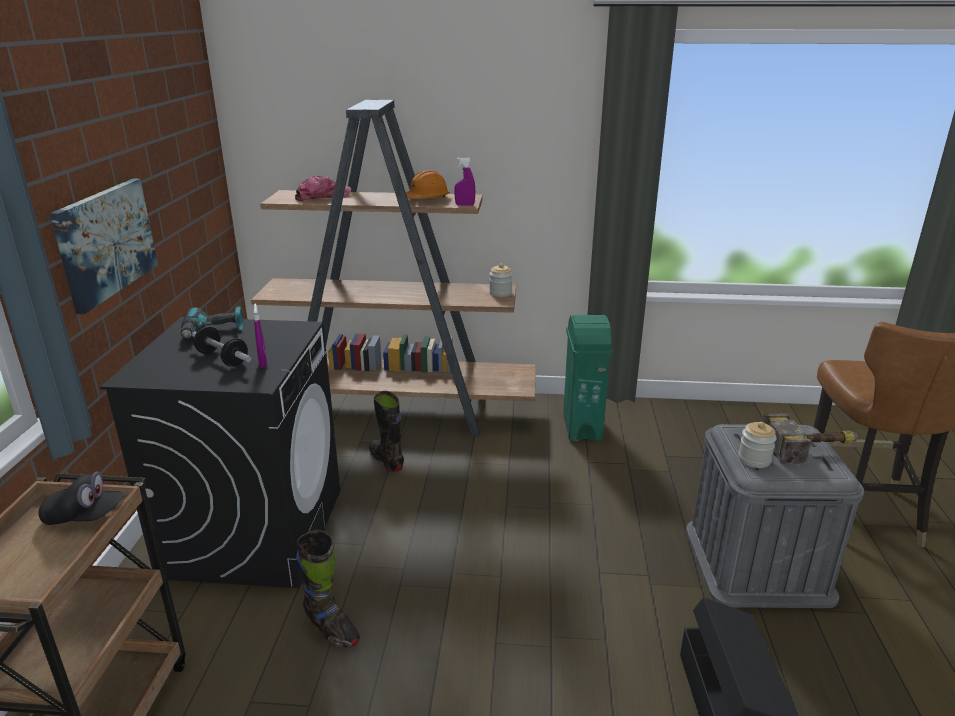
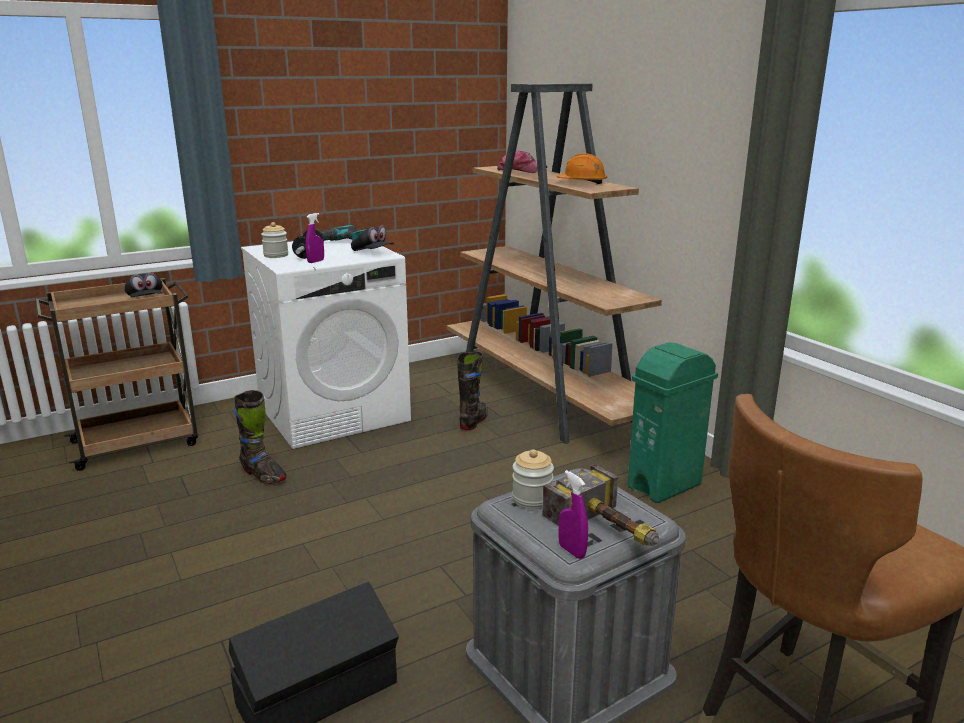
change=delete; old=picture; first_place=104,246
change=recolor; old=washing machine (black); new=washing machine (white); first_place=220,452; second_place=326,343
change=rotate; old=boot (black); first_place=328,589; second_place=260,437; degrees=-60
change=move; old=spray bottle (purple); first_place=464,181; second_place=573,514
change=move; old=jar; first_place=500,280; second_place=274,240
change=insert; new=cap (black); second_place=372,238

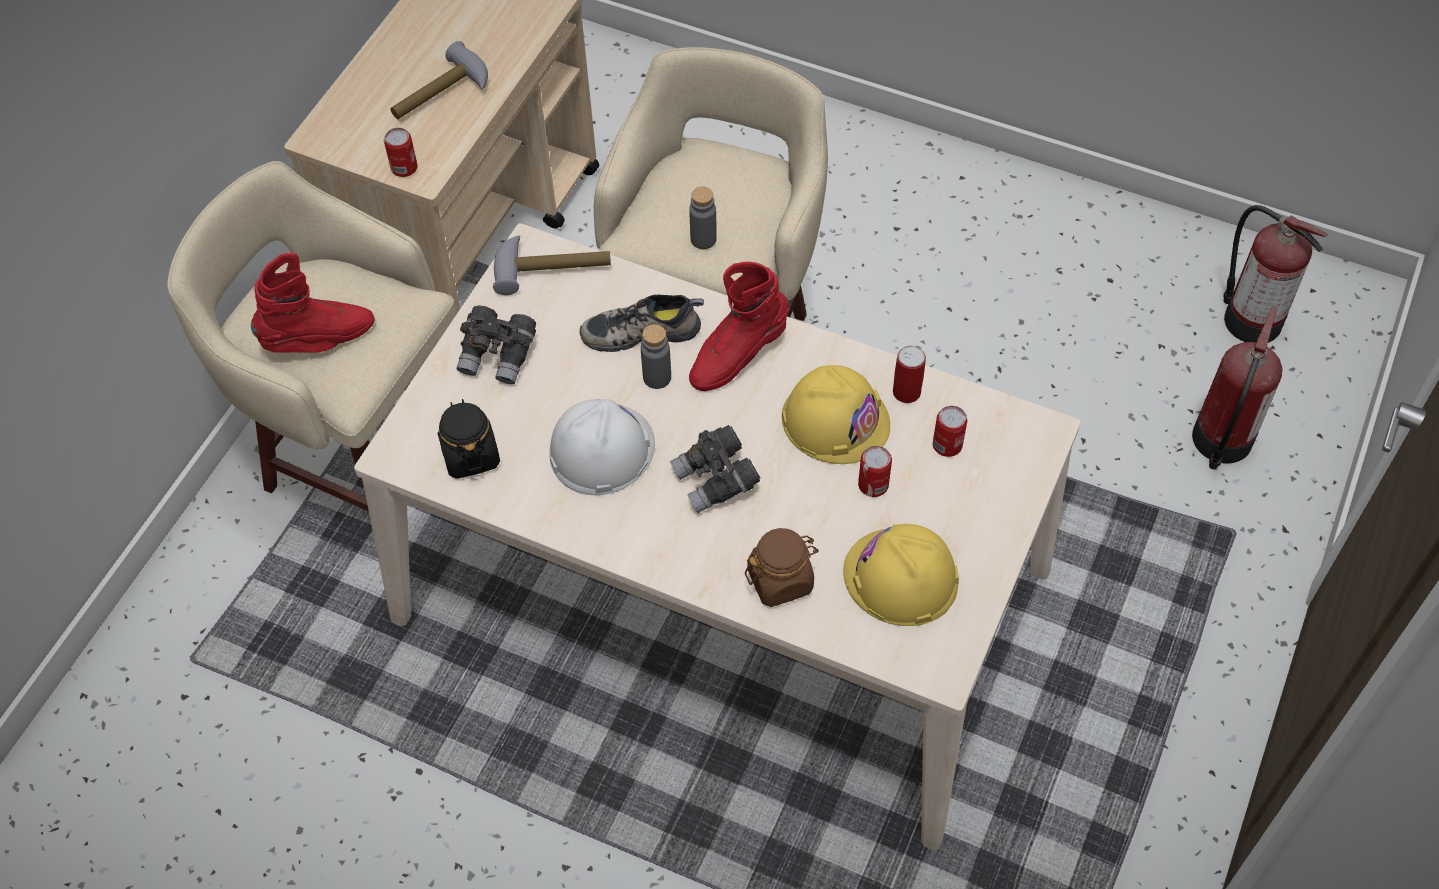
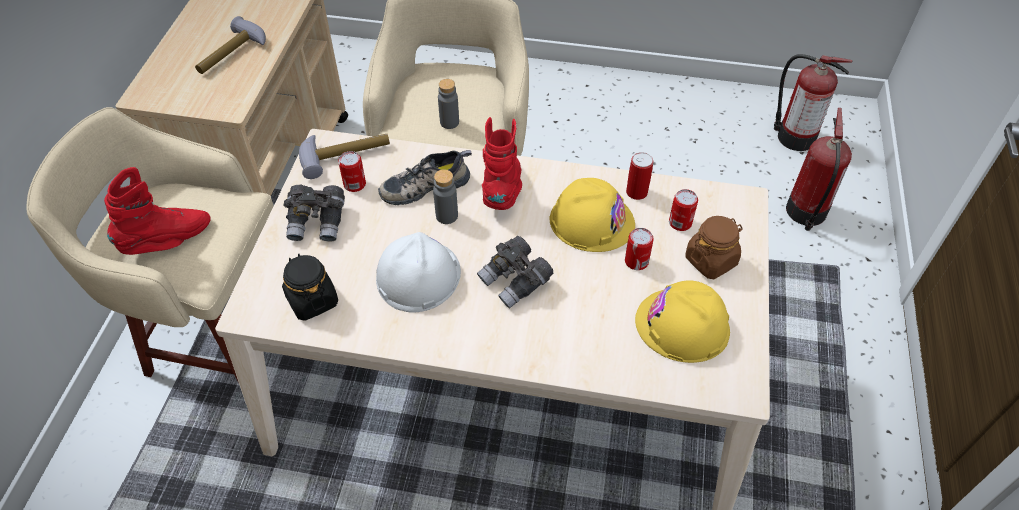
change=move; old=can; first_place=401,152; second_place=352,171
change=rotate; old=boot (red); first_place=739,326; second_place=502,163; degrees=150
change=move; old=jar (brown); first_place=782,567; second_place=714,247

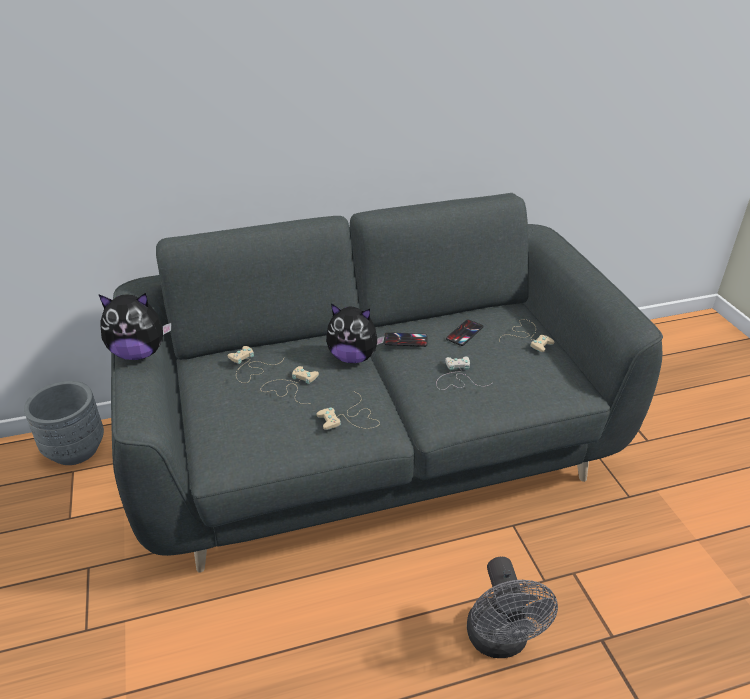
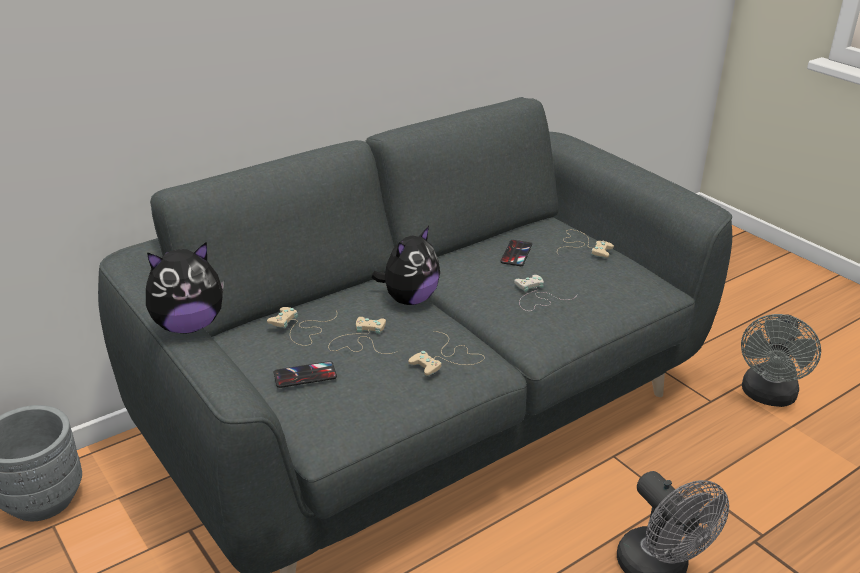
change=rotate; old=plush toy; first_place=355,333; second_place=405,265; degrees=-45
change=move; old=phone; first_place=405,339; second_place=305,374
change=insert; new=fan (grey); second_place=781,360

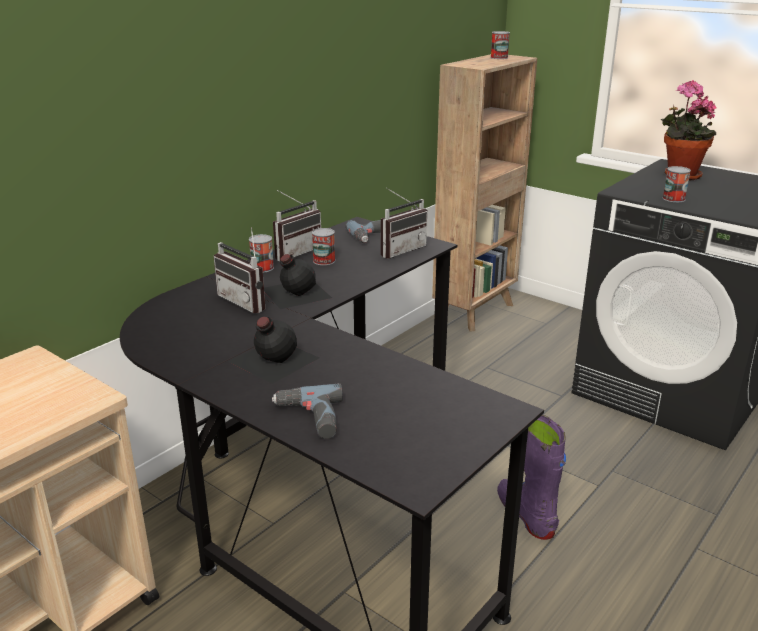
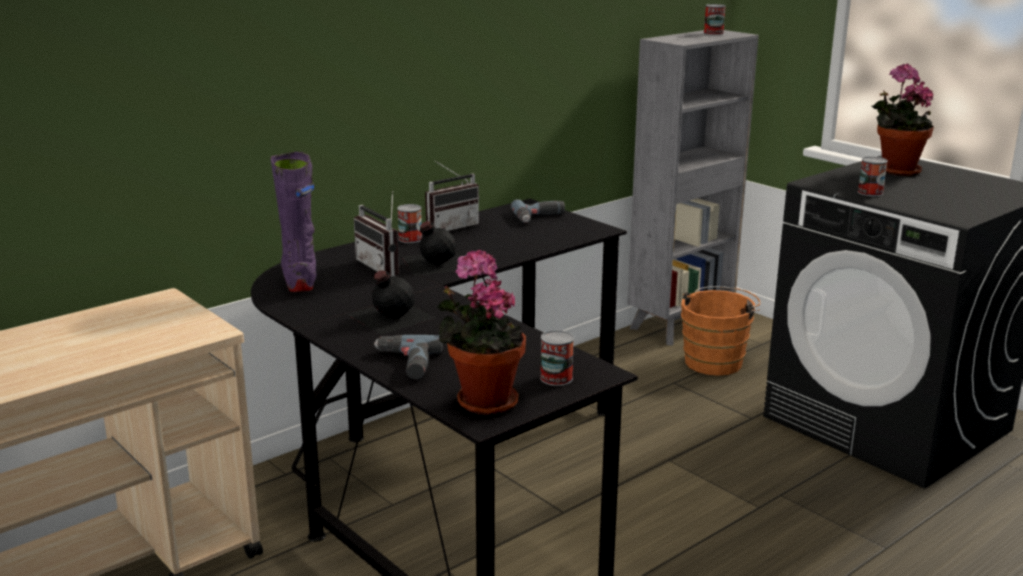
change=move; old=can; first_place=323,246; second_place=557,358
change=delete; old=radio; first_place=404,223
change=recolor; old=bookcase (brown); new=bookcase (grey); first_place=484,192; second_place=693,187
change=move; old=boot (purple); first_place=531,477; second_place=293,222
change=insert; new=potted plant; second_place=481,332
change=insert; new=bucket (orange); second_place=720,331

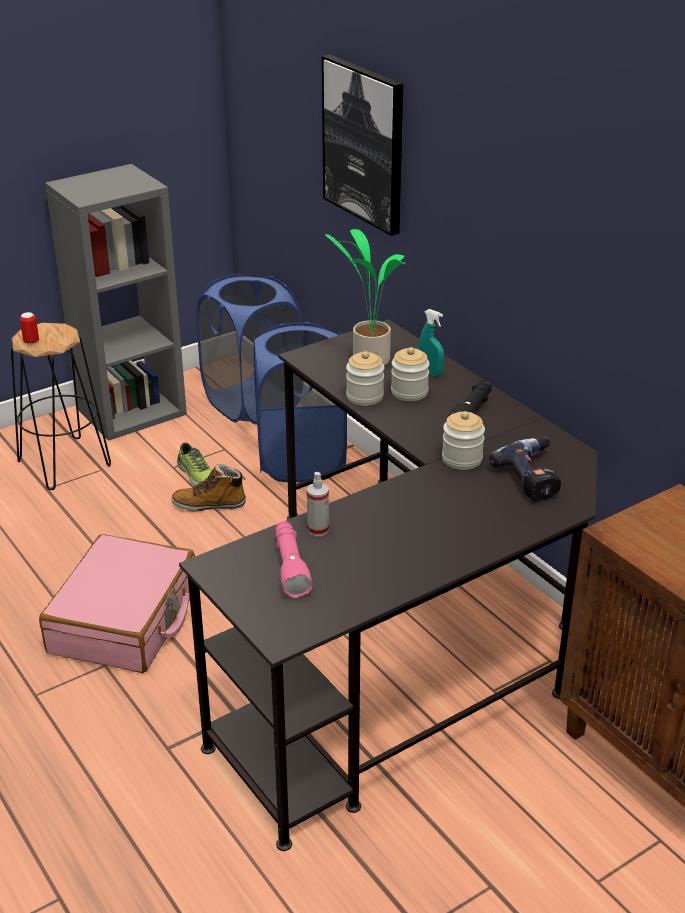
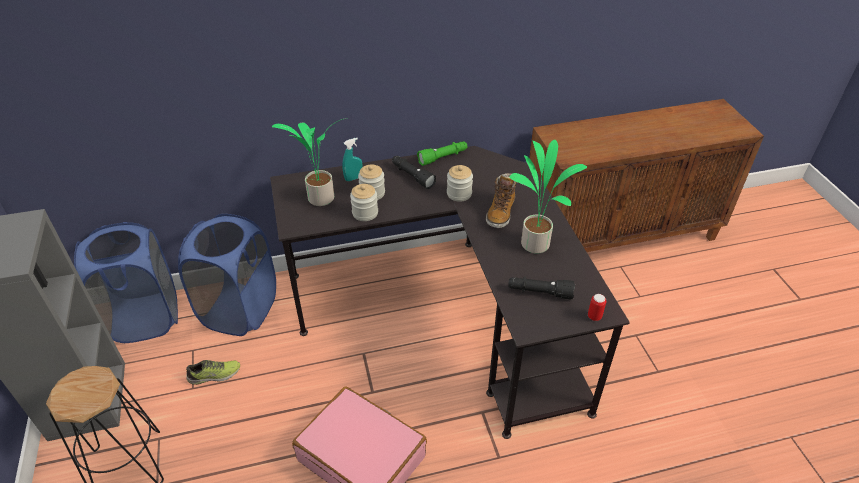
change=move; old=can; first_place=29,328; second_place=597,307
change=move; old=boot; first_place=208,488; second_place=501,200
change=recolor; old=flashlight (pink); new=flashlight (black); first_place=294,559; second_place=541,288
change=delete; old=spray bottle; first_place=318,504
change=delete; old=picture; first_place=362,145
change=delete; old=power drill; first_place=525,469
change=insert; new=flashlight (green); second_place=442,153
change=insert; new=potted plant; second_place=548,197

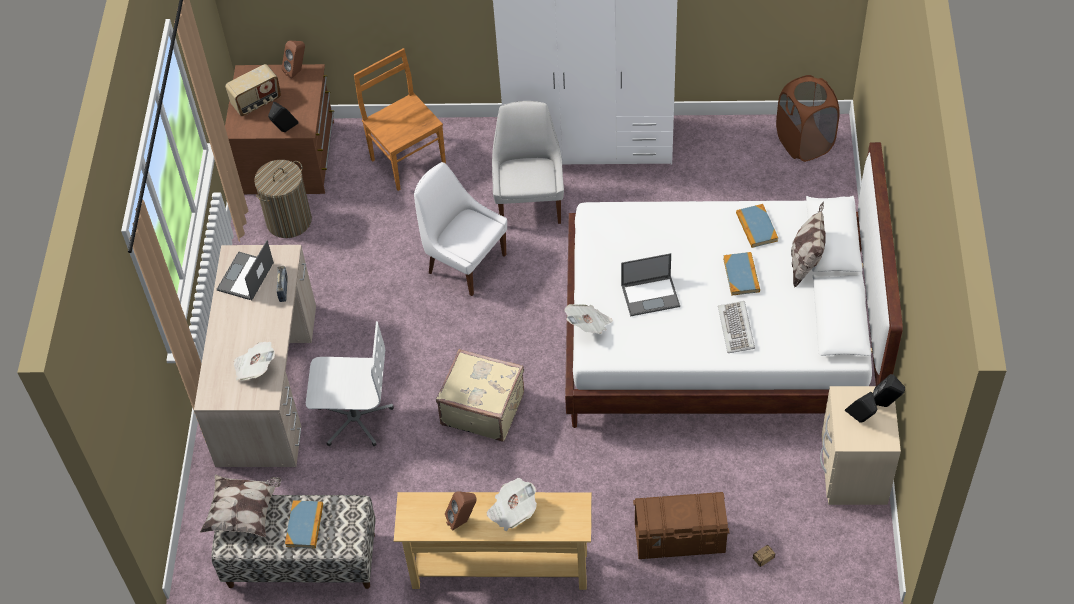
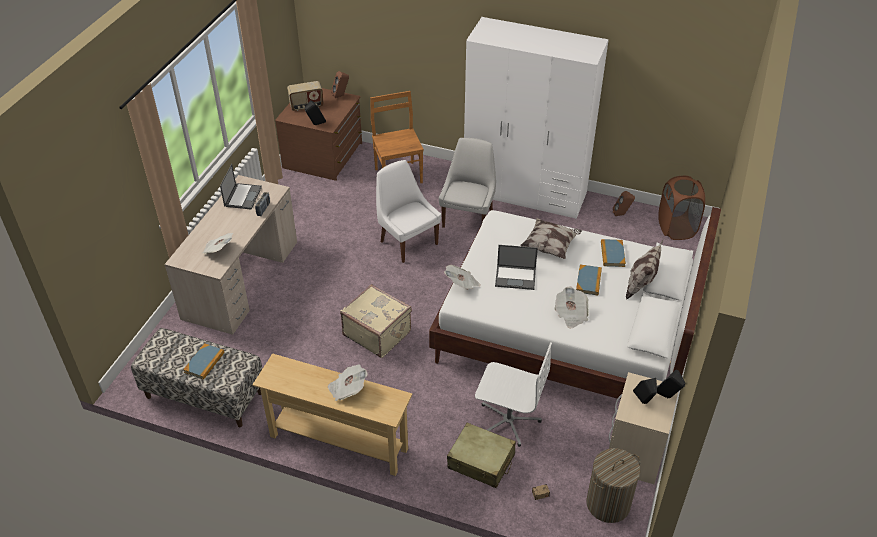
change=move; old=pillow; first_place=240,505; second_place=551,238
change=rotate; old=laptop; first_place=245,270; second_place=241,187; degrees=150
change=move; old=laundry basket; first_place=283,199; second_place=613,485
change=move; old=office chair (white); first_place=350,383; second_place=513,394
change=move; old=speaker (brown); first_place=461,511; second_place=624,203
change=replace; old=storage box (brown); new=suitcase (beige); first_place=681,525; second_place=481,455
change=replace; old=keyboard; new=newspaper; first_place=736,327; second_place=572,308

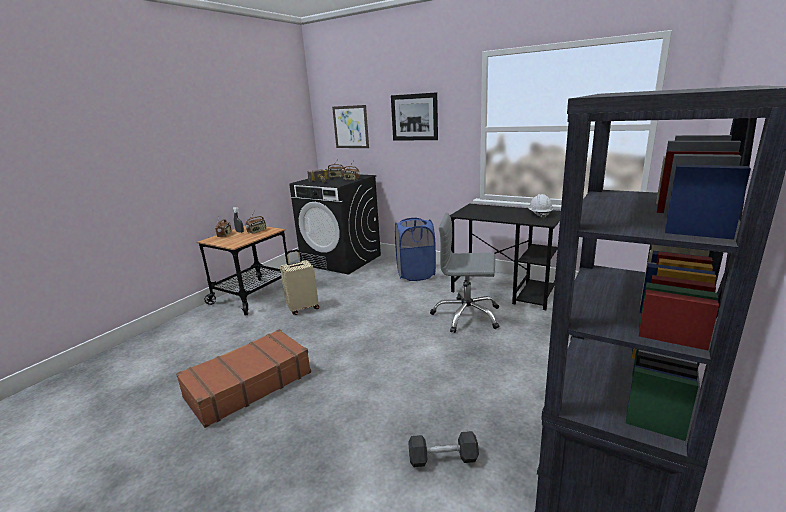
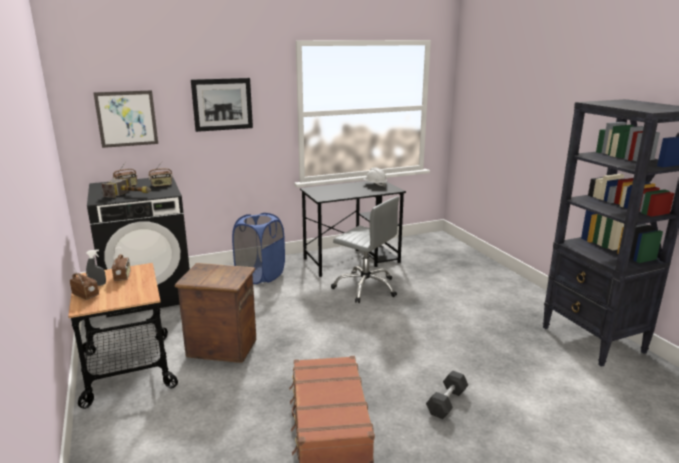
change=replace; old=suitcase (beige); new=crate; first_place=299,282; second_place=215,313
change=move; old=dumbbell (black); first_place=444,449; second_place=447,395
change=rotate; old=office chair (grey); first_place=464,273; second_place=365,249; degrees=-105

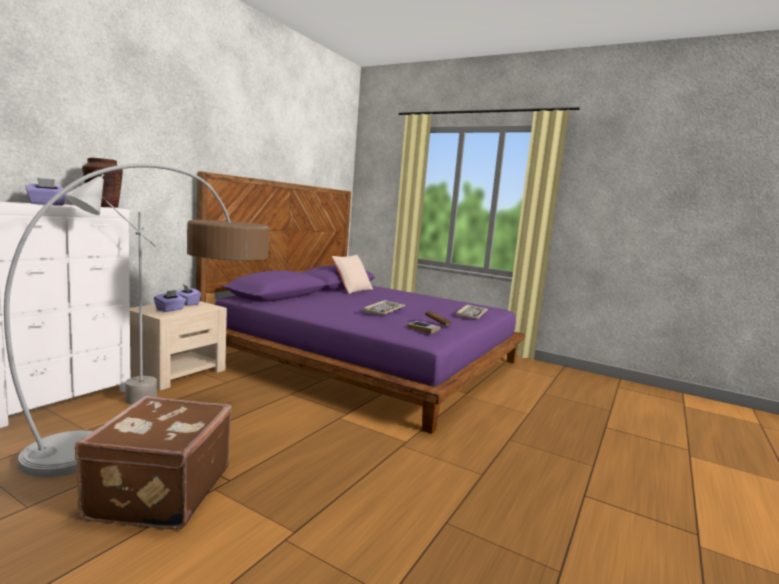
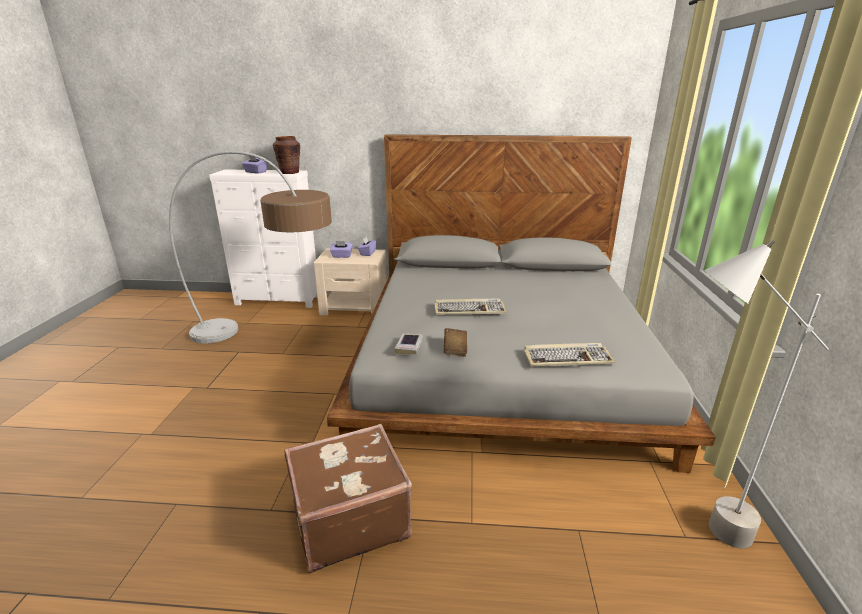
change=move; old=floor lamp (grey); first_place=111,289; second_place=766,394
change=move; old=suitcase (brown); first_place=153,463; second_place=348,498
change=recolor; old=bed (purple); new=bed (grey); first_place=360,302; second_place=521,303
change=delete; old=pillow (beige); first_place=352,274

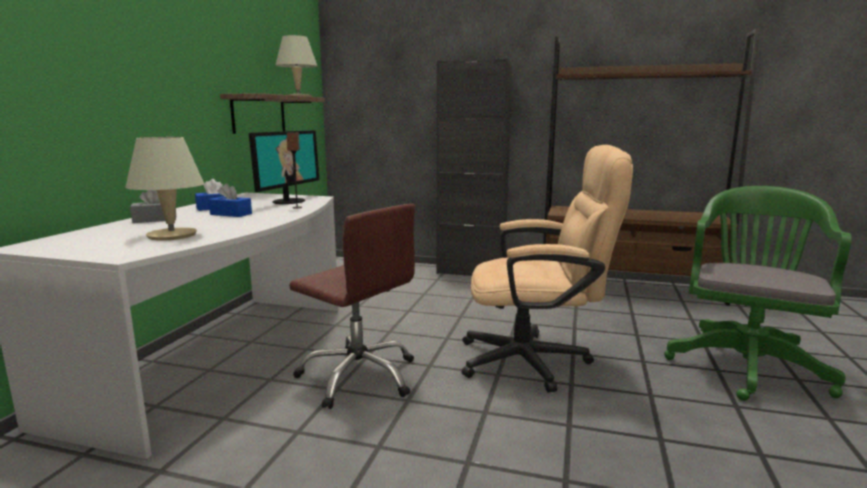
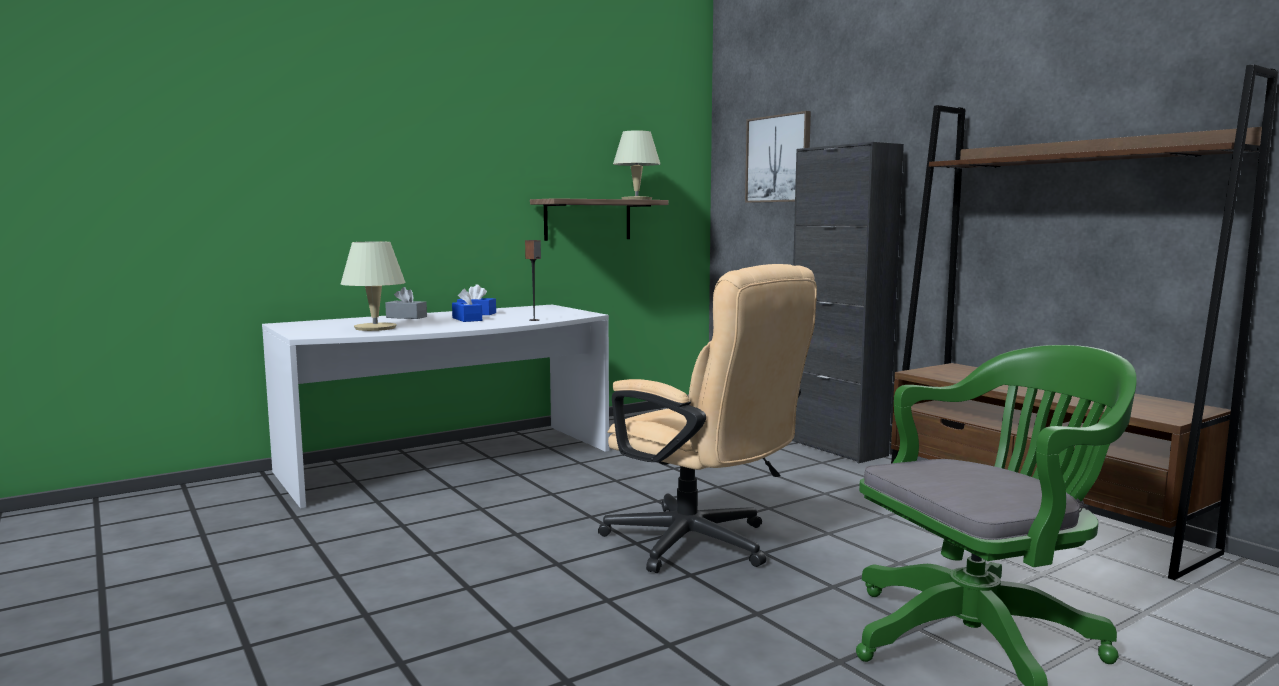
change=delete; old=monitor; first_place=284,167
change=delete; old=office chair (brown); first_place=352,306
change=insert; new=picture; second_place=778,157

